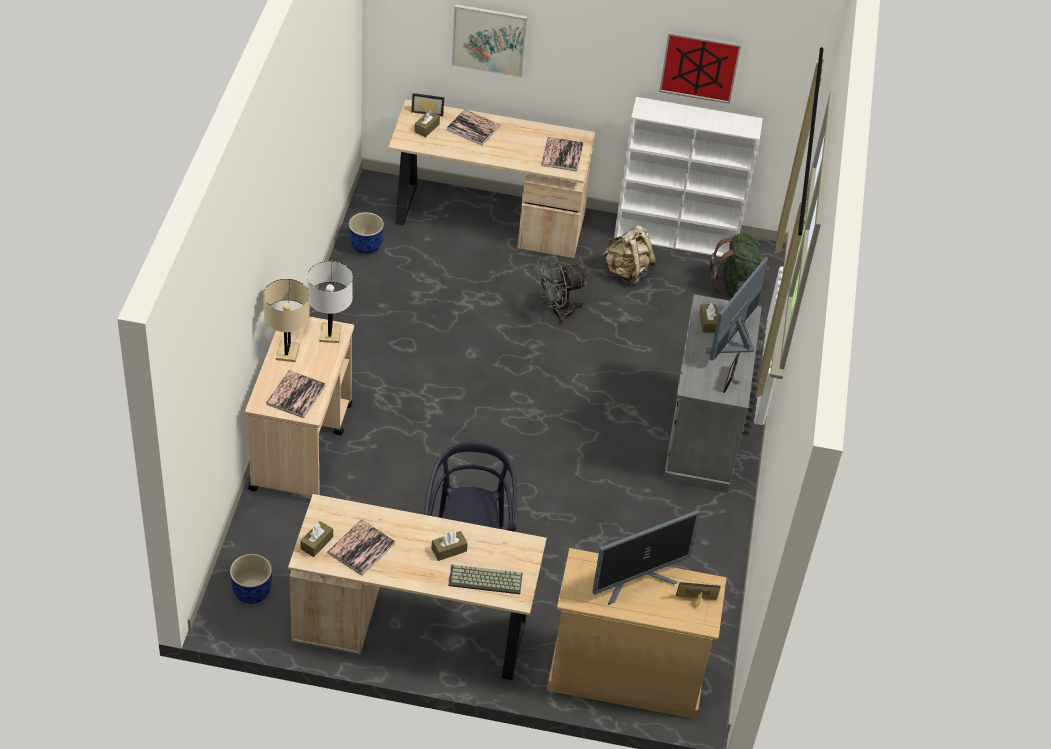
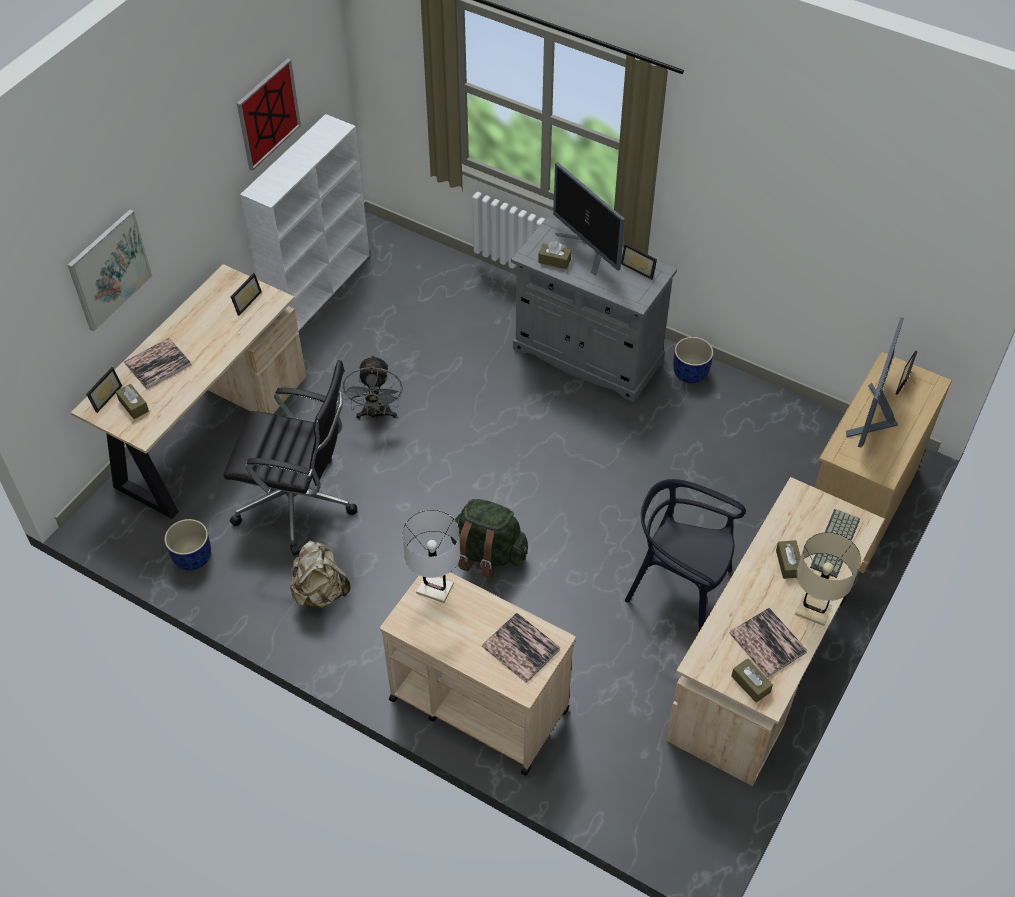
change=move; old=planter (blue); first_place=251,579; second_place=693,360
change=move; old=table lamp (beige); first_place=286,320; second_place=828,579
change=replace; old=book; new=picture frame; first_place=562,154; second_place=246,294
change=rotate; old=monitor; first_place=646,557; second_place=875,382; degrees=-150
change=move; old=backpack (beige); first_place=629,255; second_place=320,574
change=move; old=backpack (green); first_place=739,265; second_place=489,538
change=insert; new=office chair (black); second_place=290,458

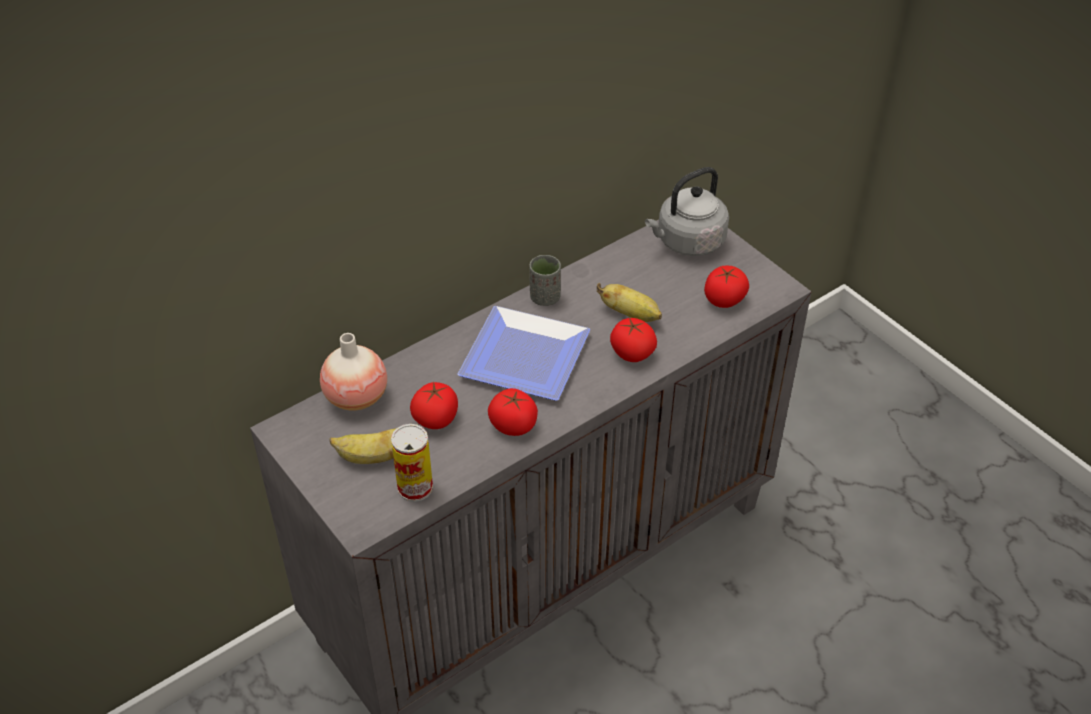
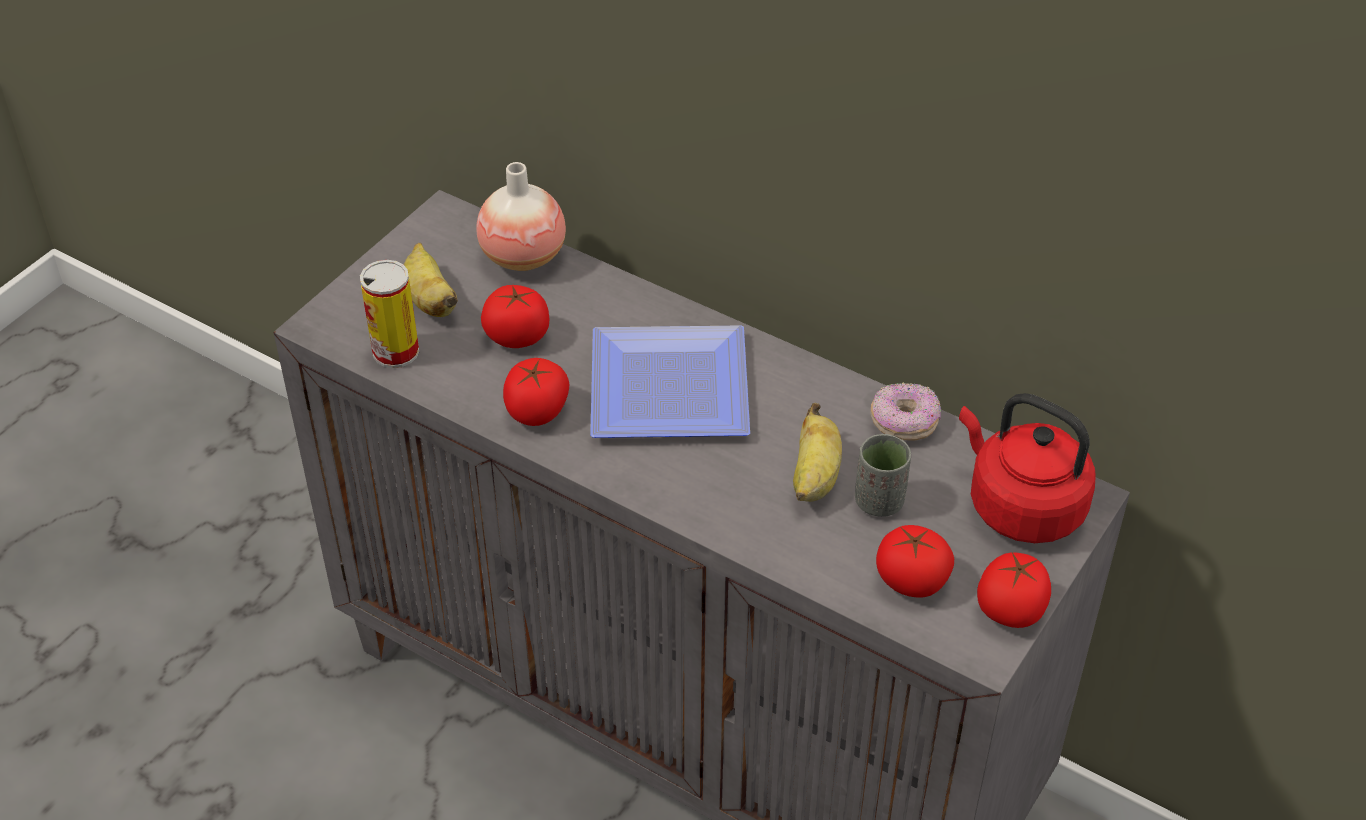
change=move; old=cup (grey); first_place=545,280; second_place=883,475
change=move; old=tomato; first_place=633,340; second_place=1014,590
change=recolor; old=kettle (grey); new=kettle (red); first_place=687,211; second_place=1027,468
change=insert; new=donut; second_place=905,412

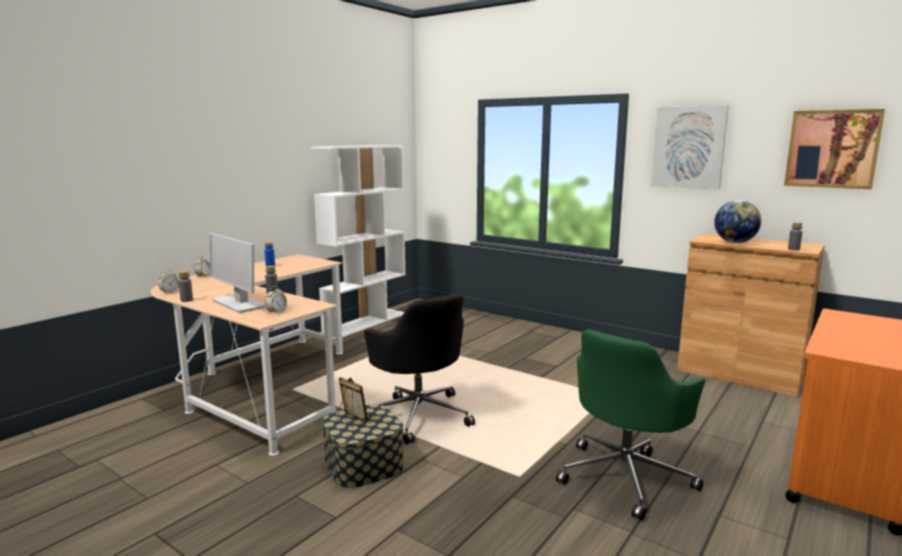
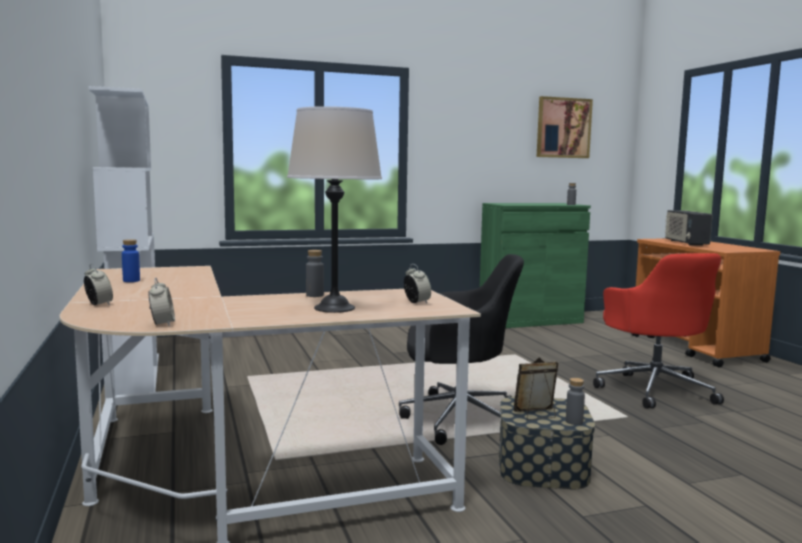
change=move; old=bottle (grey); first_place=185,286; second_place=575,401
change=replace; old=monitor; new=table lamp (beige); first_place=237,273; second_place=334,209
change=recolor; old=office chair (green); new=office chair (red); first_place=630,424; second_place=658,331
change=delete; old=picture; first_place=690,148
change=recolor; old=cabinet (brown); new=cabinet (green); first_place=751,315; second_place=535,265
change=delete; old=globe; first_place=737,221
change=insert; new=radio; second_place=689,228

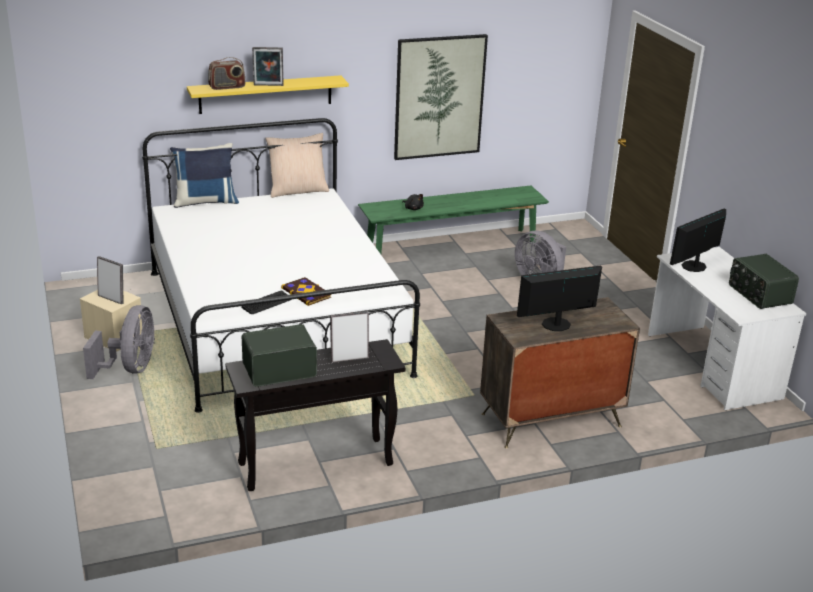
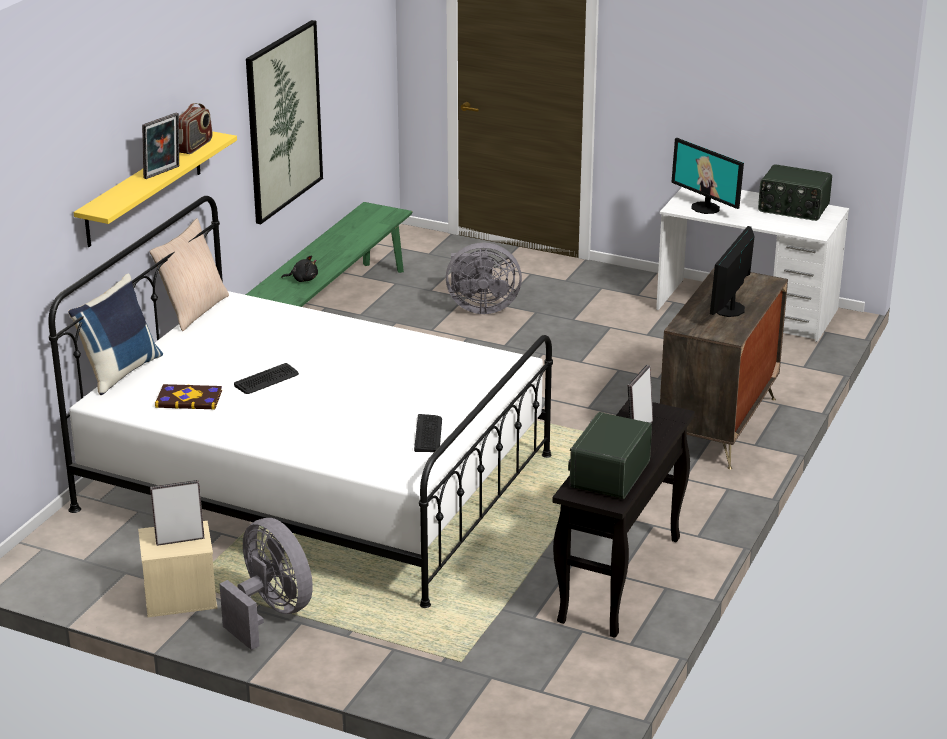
change=move; old=radio; first_place=226,73; second_place=195,128
change=move; old=book; first_place=306,291; second_place=188,397
change=rotate; old=monitor; first_place=698,240; second_place=707,176; degrees=-45
change=insert; new=keyboard; second_place=266,378

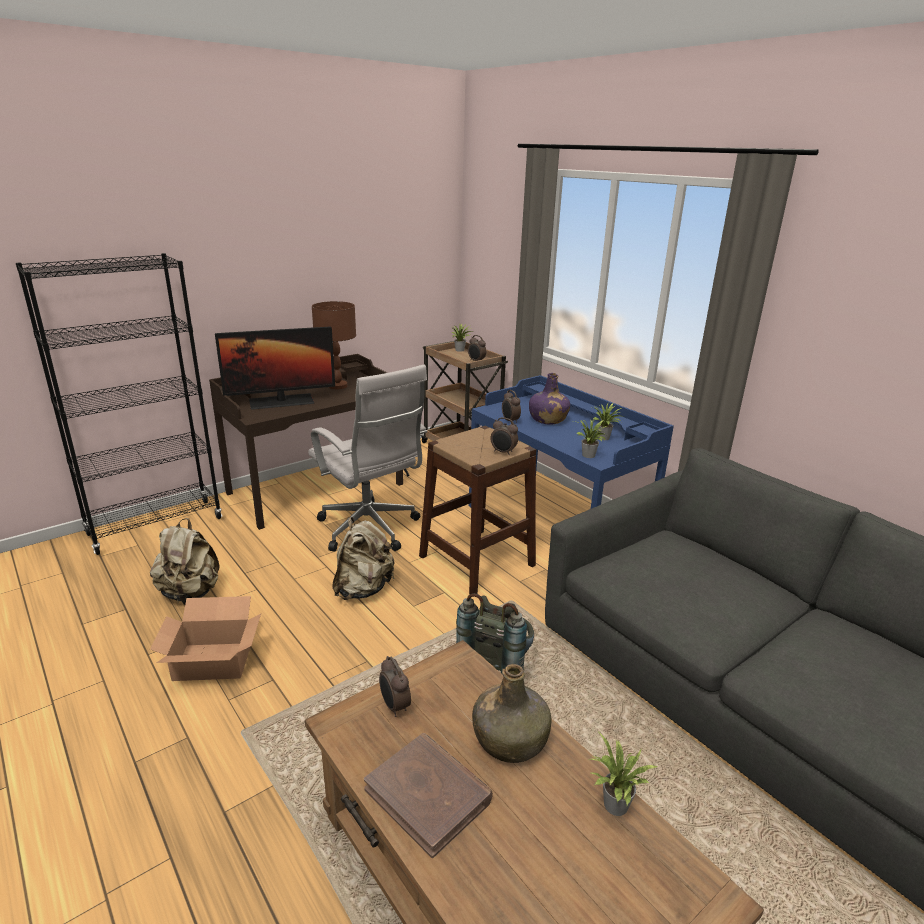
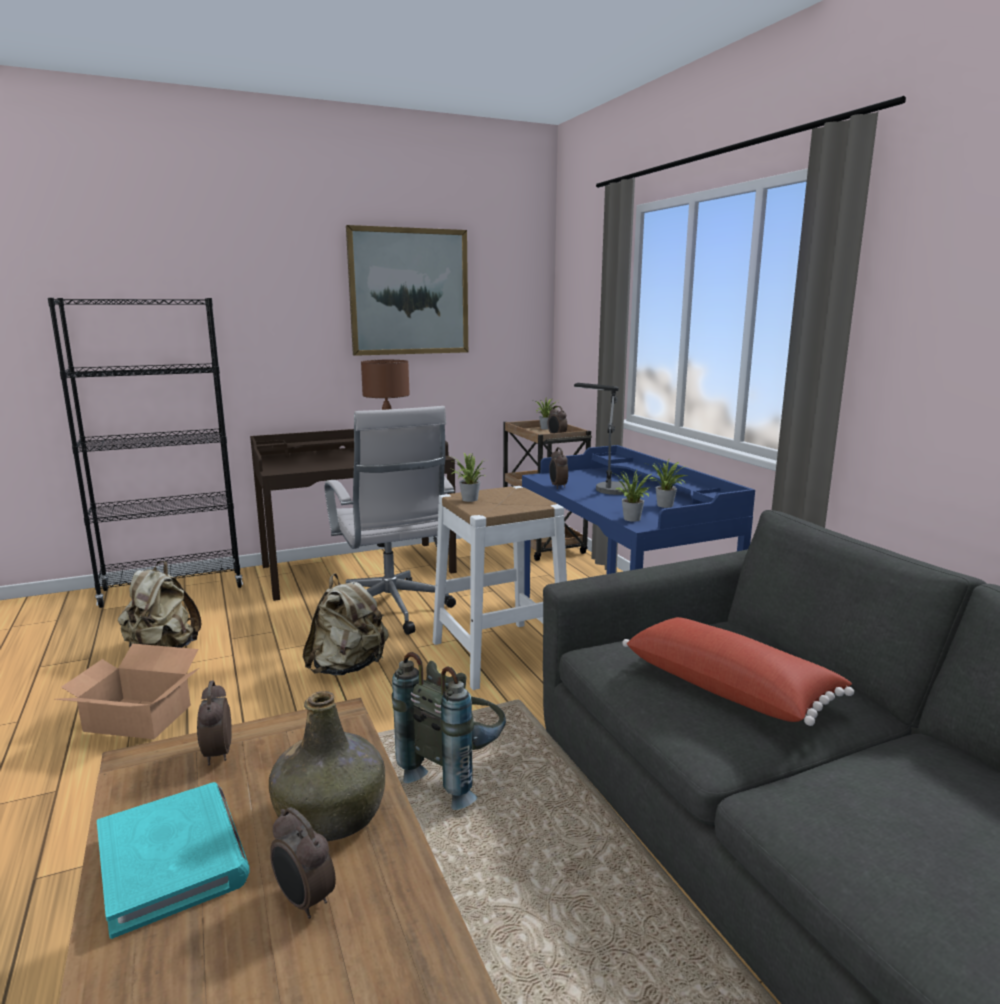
change=delete; old=monitor; first_place=275,368
change=recolor; old=book (brown); new=book (turquoise); first_place=428,795; second_place=173,860
change=recolor; old=stool (brown); new=stool (white); first_place=477,510; second_place=500,588
change=move; old=alarm clock; first_place=504,436; second_place=303,863
change=replace; old=bottle (purple); new=table lamp; first_place=549,398; second_place=602,439
change=move; old=potted plant; first_place=623,774; second_place=467,477
change=insert; new=picture; second_place=407,290
change=insert; new=pillow (red); second_place=738,671

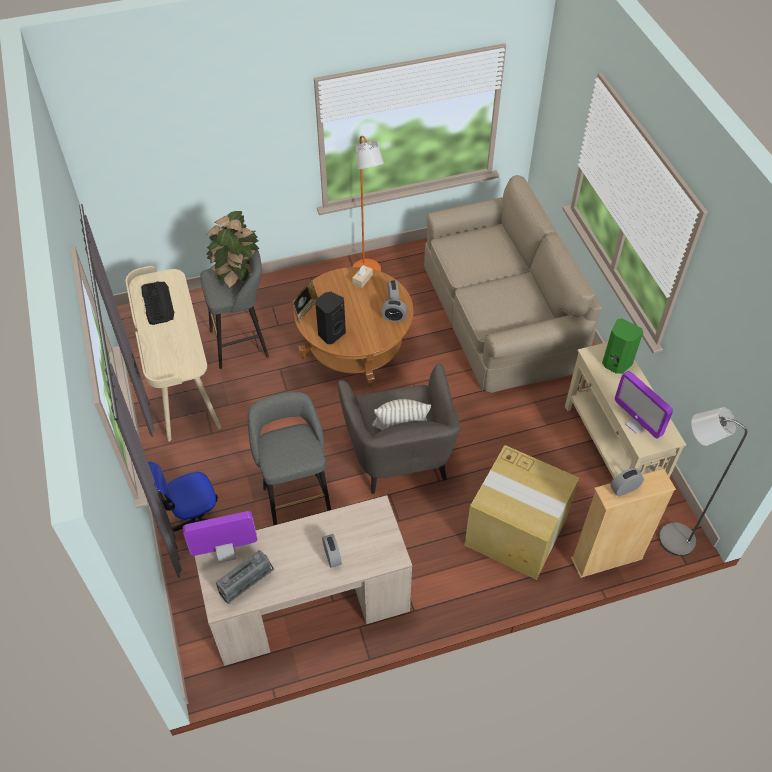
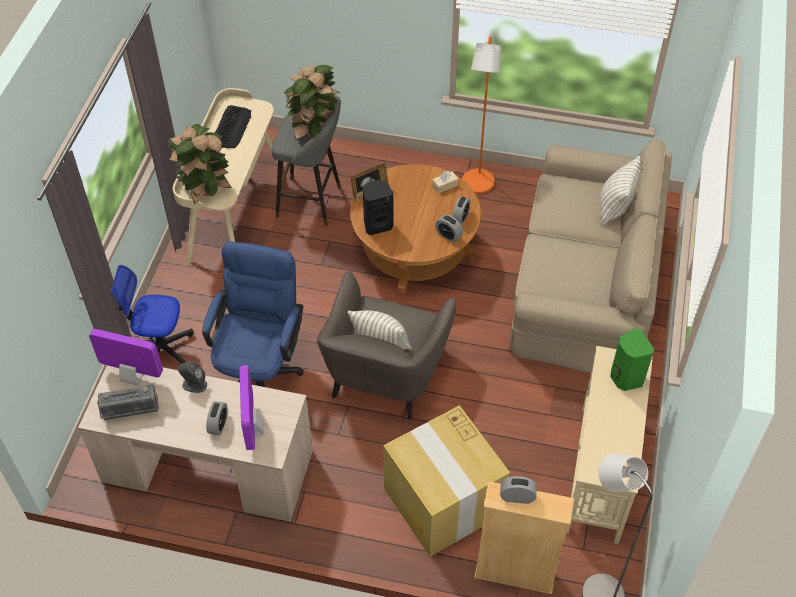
change=replace; old=stool (grey); new=office chair (blue); first_place=289,458; second_place=252,314
change=move; old=monitor; first_place=644,404; second_place=251,407
change=insert; new=potted plant; second_place=200,164
change=insert; new=speaker (grey); second_place=192,377
change=insert; new=pillow; second_place=620,191

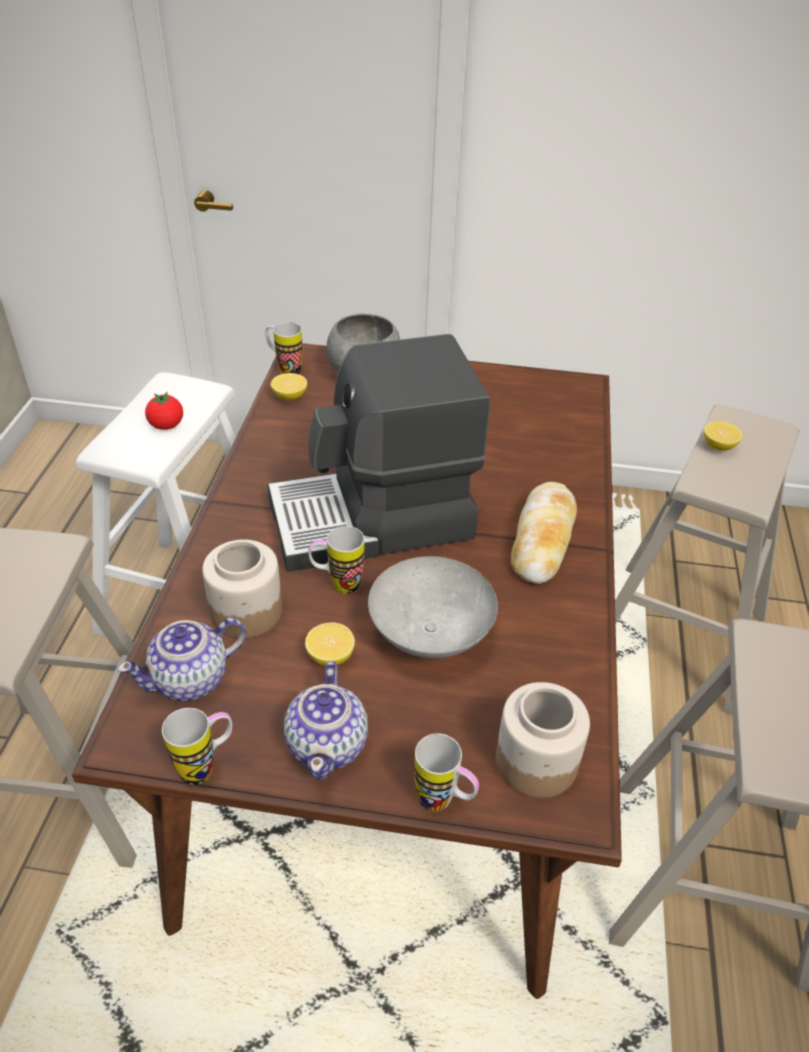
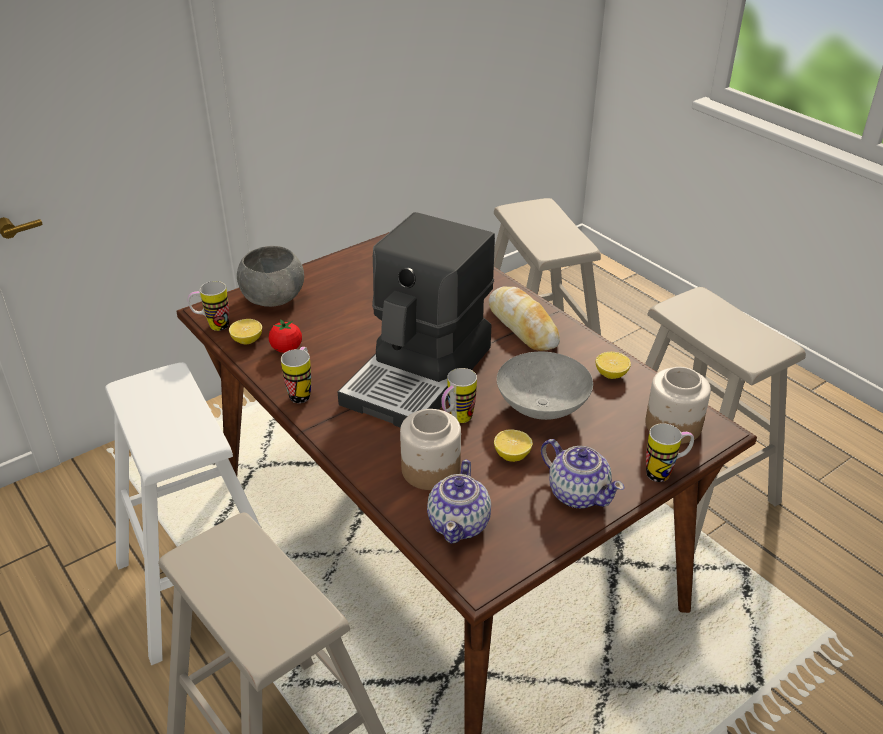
change=move; old=tomato; first_place=164,411; second_place=285,336
change=move; old=mug; first_place=197,746; second_place=296,375
change=move; old=lemon; first_place=723,436; second_place=613,365

